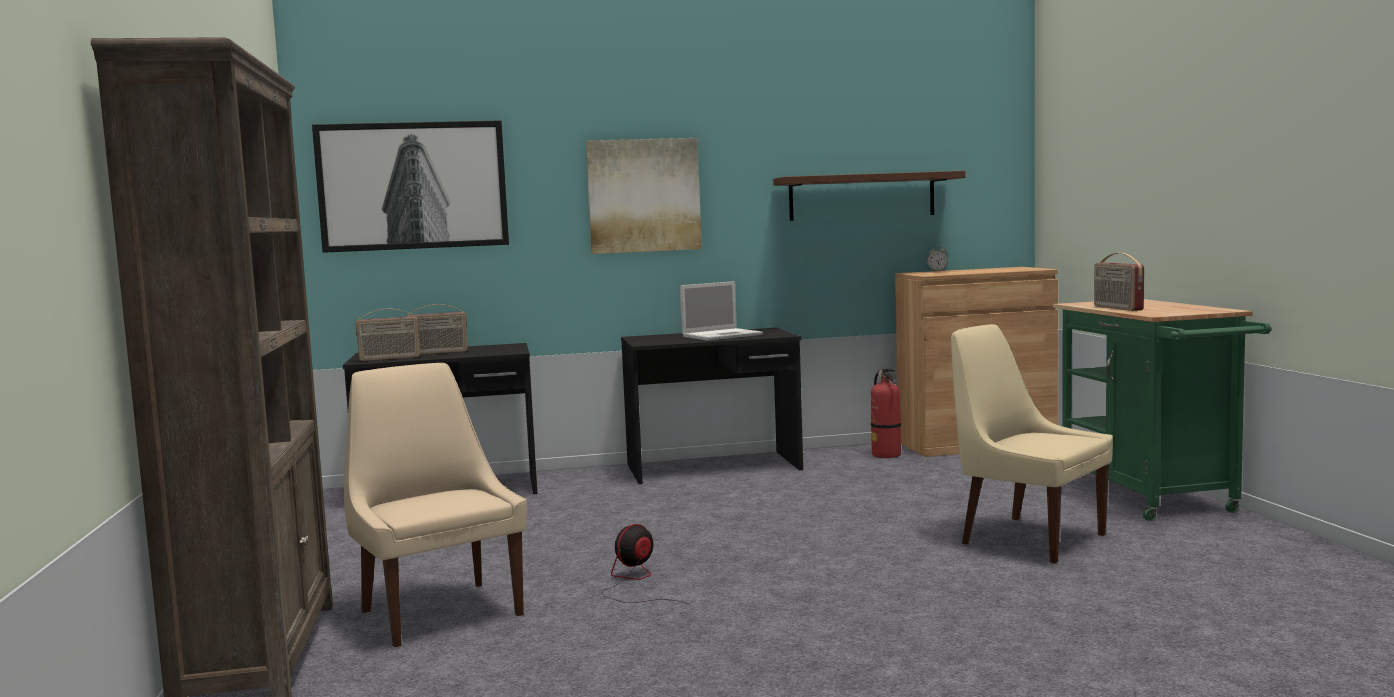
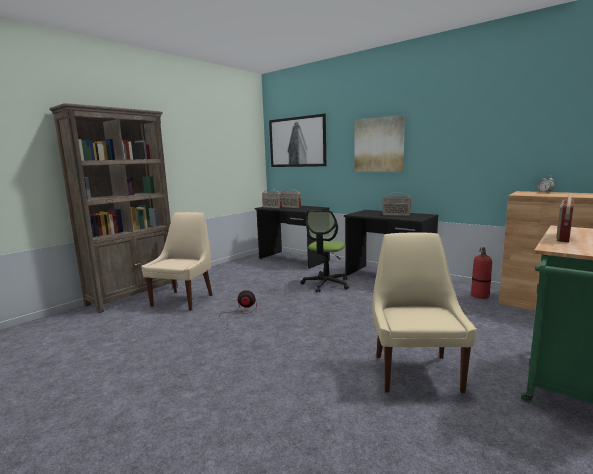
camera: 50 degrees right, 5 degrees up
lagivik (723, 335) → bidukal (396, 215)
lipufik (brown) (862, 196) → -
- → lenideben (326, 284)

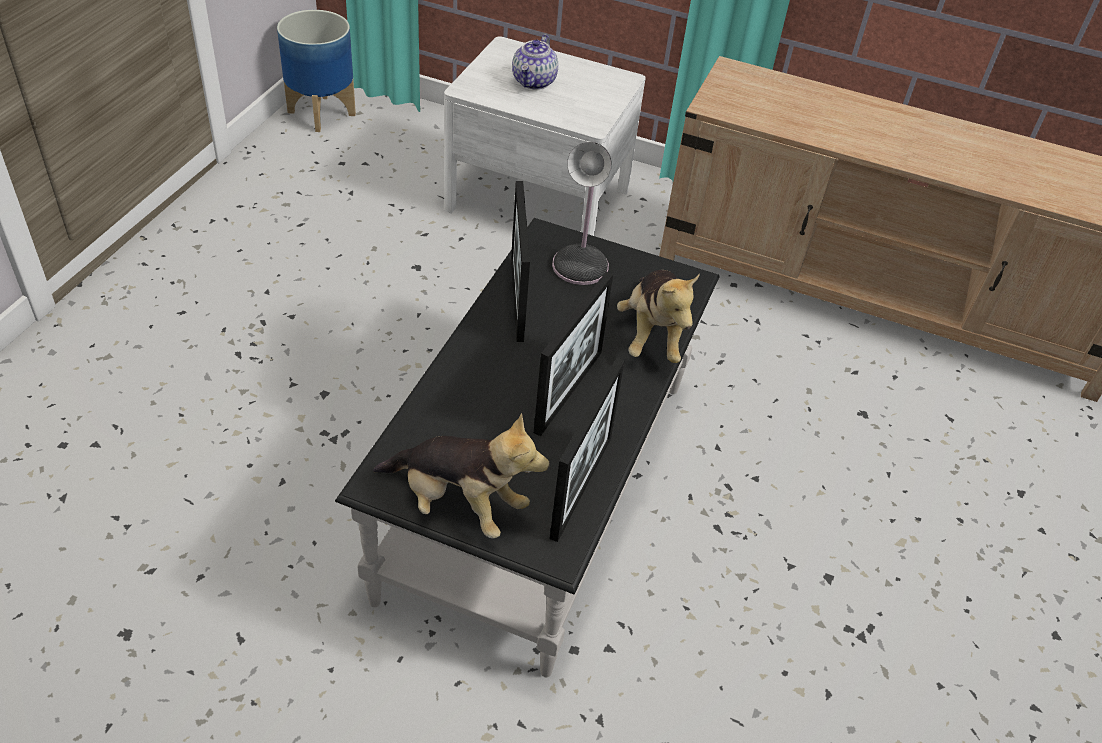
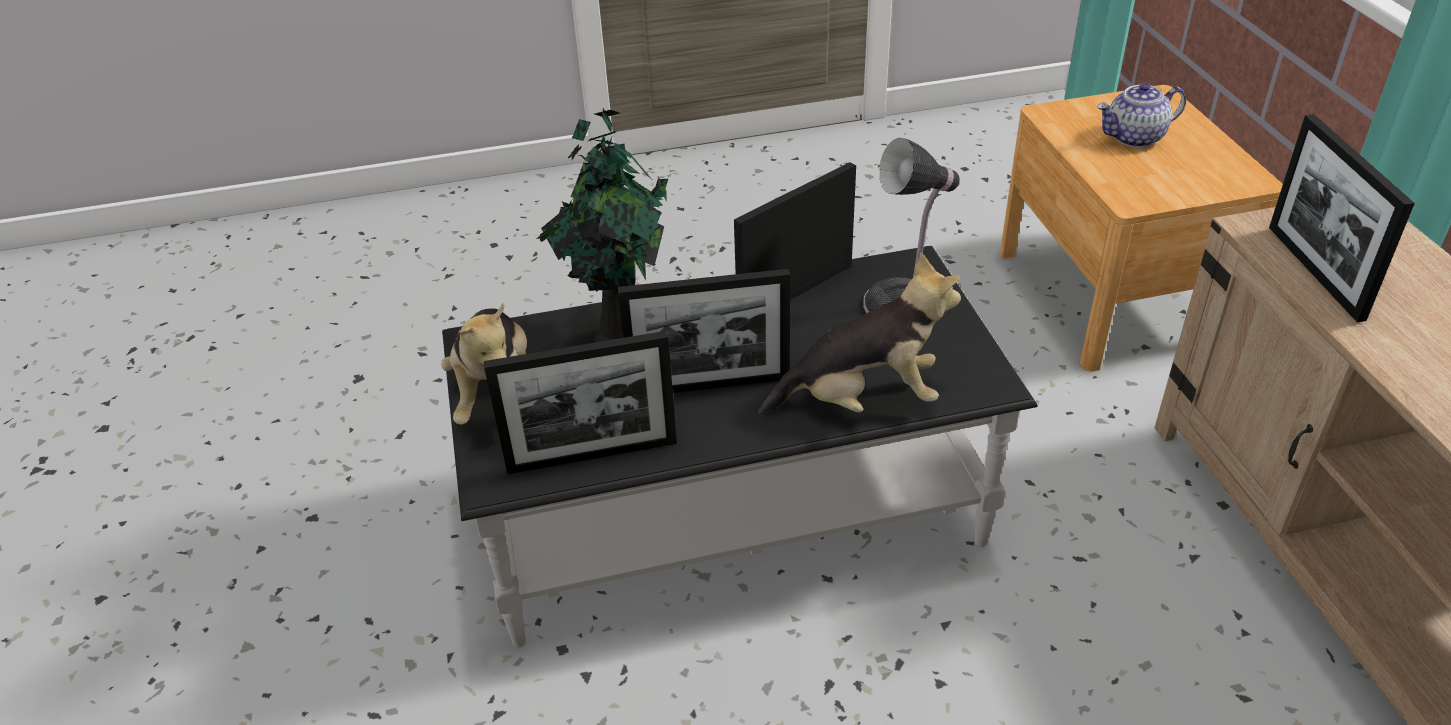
camera: 60 degrees right, 5 degrees down
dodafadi (320, 113) → -
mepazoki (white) (538, 199) → mepazoki (brown) (1112, 294)
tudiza (652, 335) → tudiza (863, 399), 150 degrees counterclockwise
- → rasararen (617, 332)
- → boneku (1315, 272)

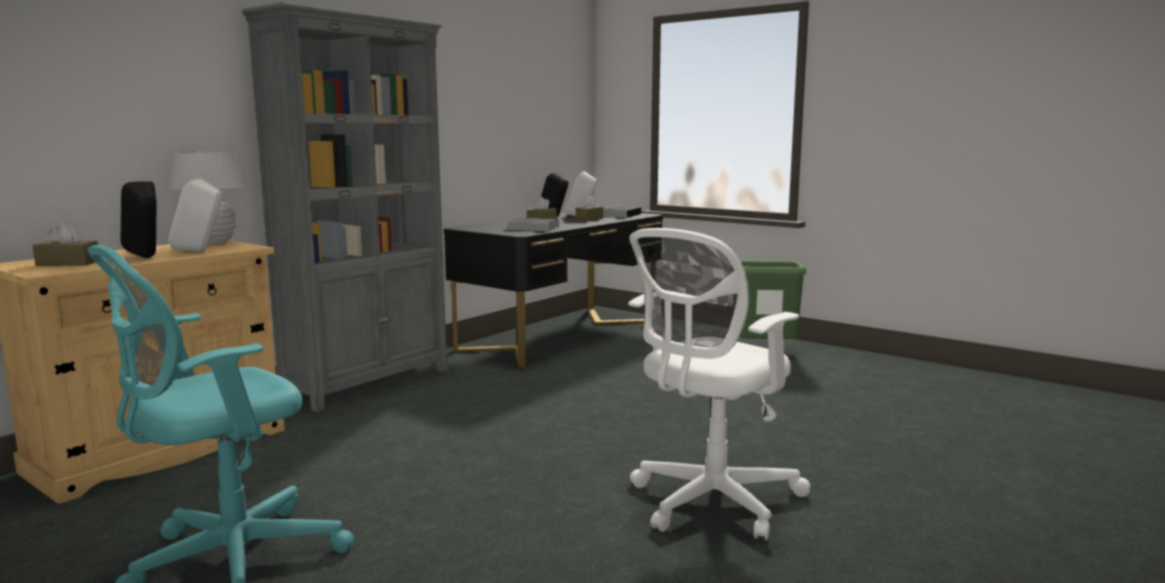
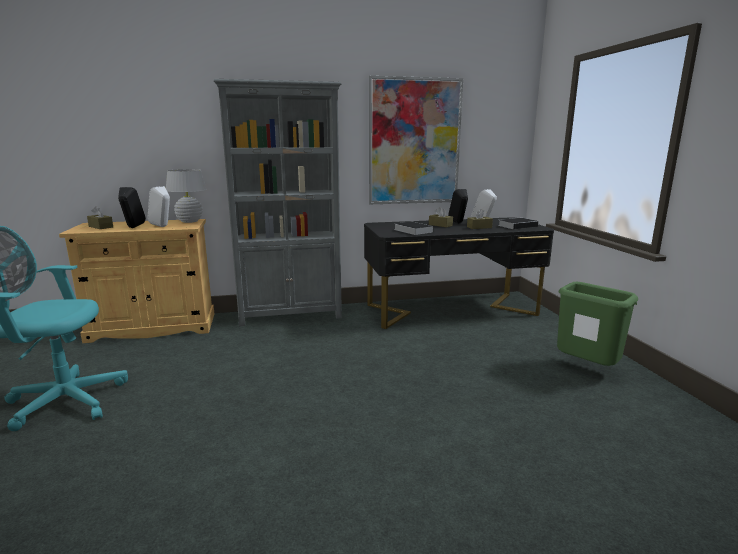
camera: 40 degrees right, 5 degrees up
lenideben (white) (709, 503) → -
- → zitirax (414, 142)

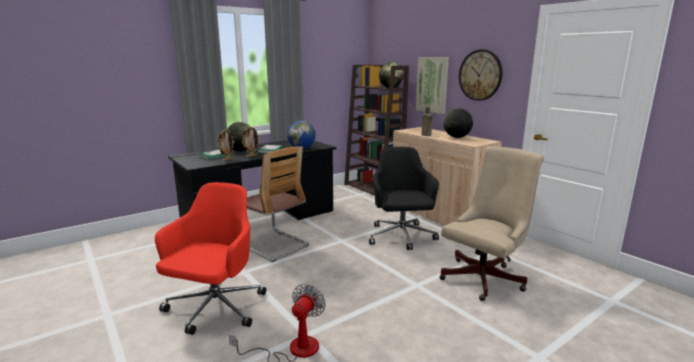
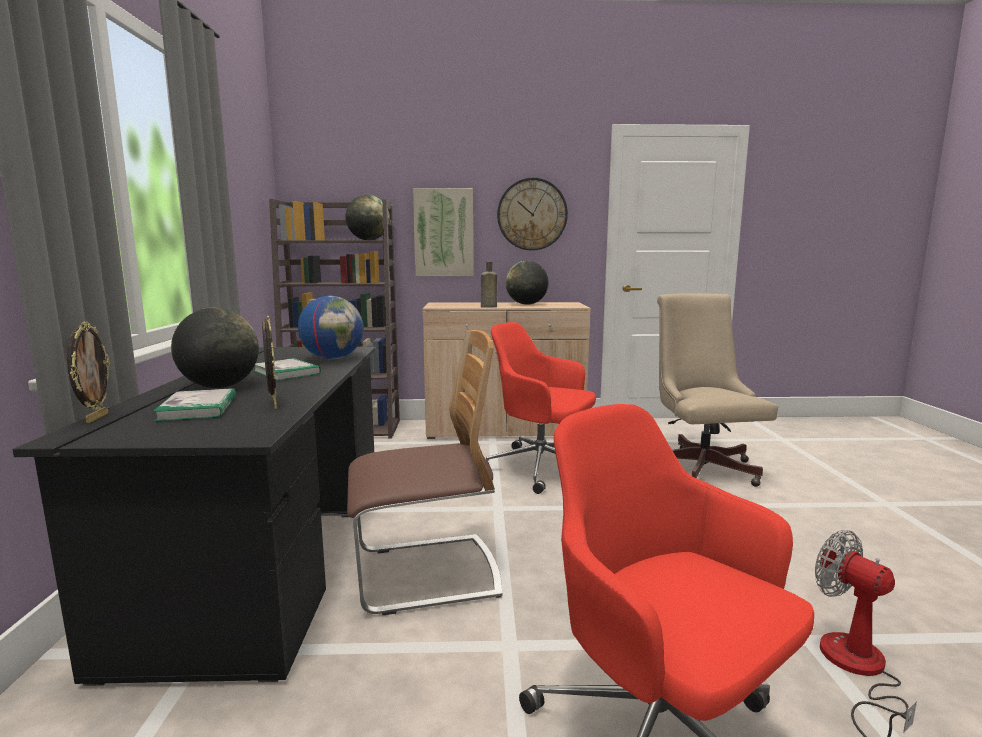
camera: 55 degrees left, 5 degrees down
boneku (251, 156) → boneku (96, 418), relocated
lenideben (black) (401, 237) → lenideben (red) (541, 468)

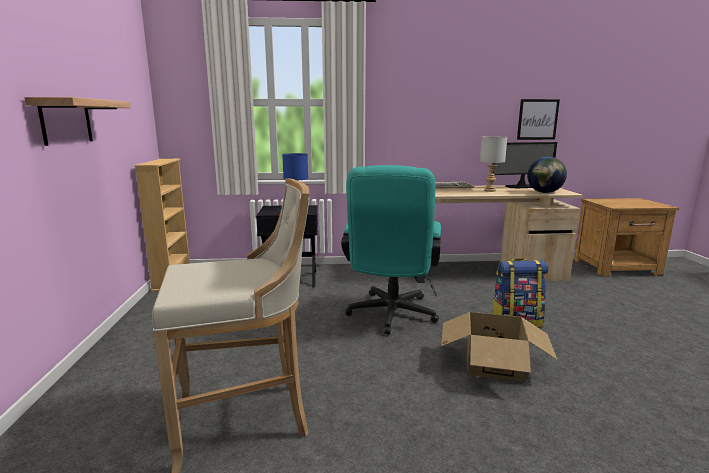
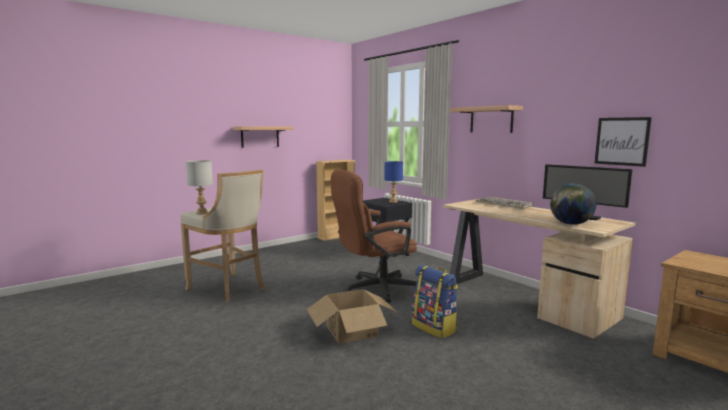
camera: 55 degrees right, 5 degrees down
lenideben (turquoise) (390, 316) → lenideben (brown) (374, 289)
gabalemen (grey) (489, 190) → gabalemen (grey) (201, 213), relocated
- → lipufik (491, 120)

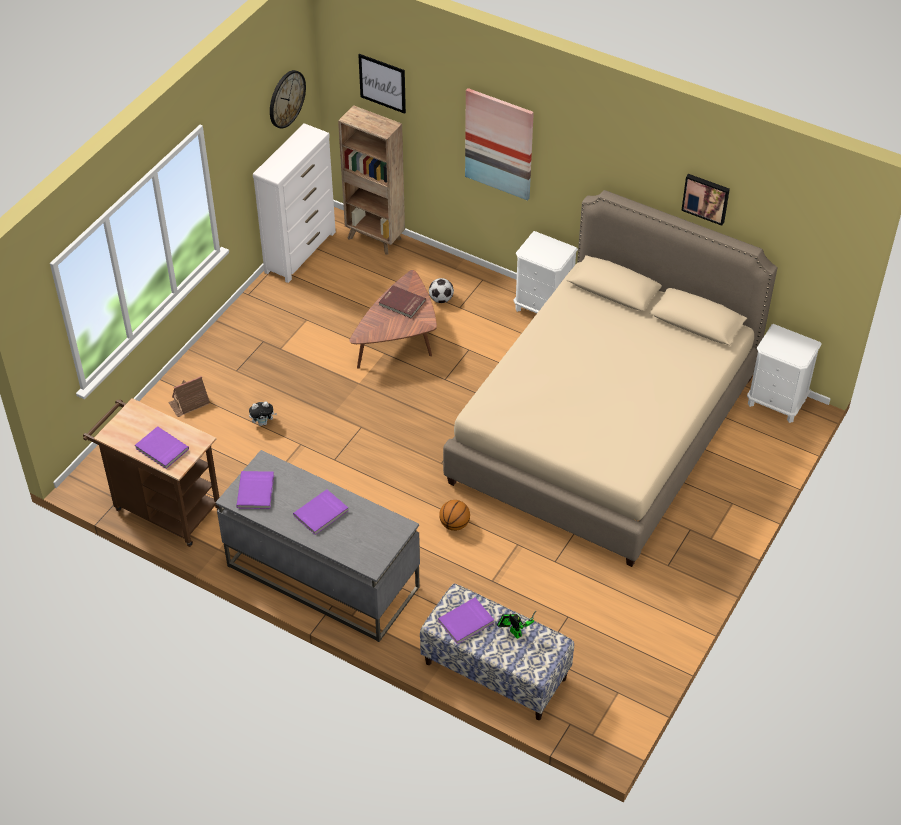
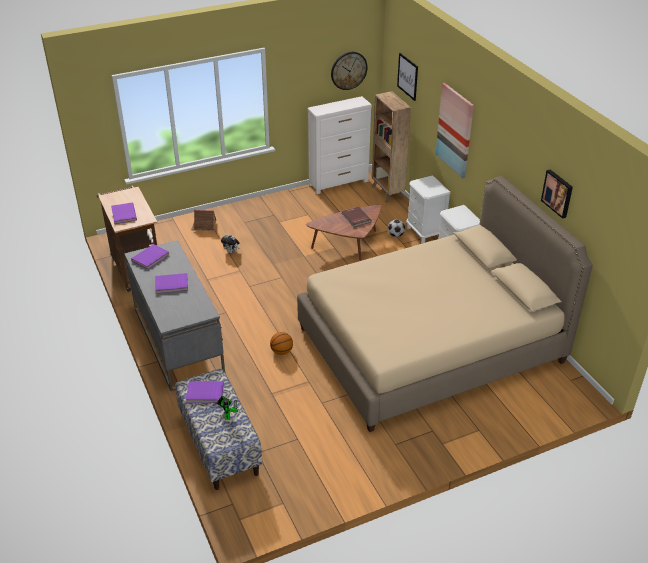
camera: 35 degrees right, 10 degrees down
mepazoki (white) (776, 402) → mepazoki (white) (425, 232), relocated

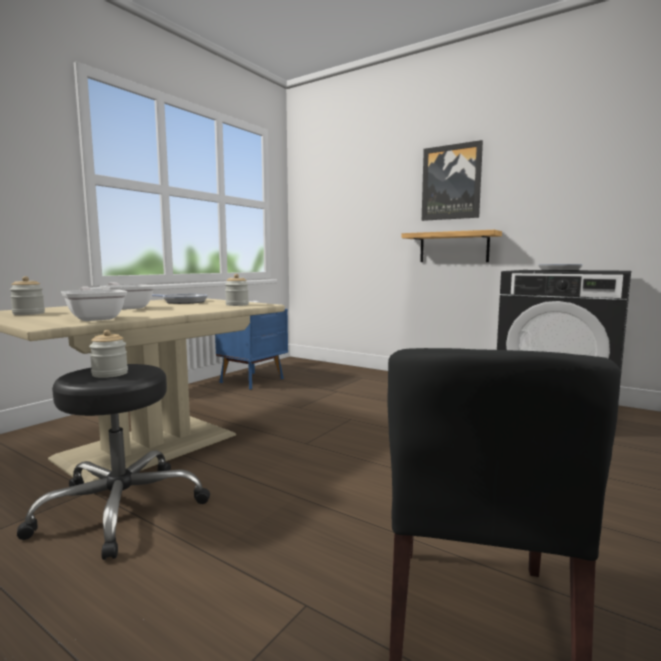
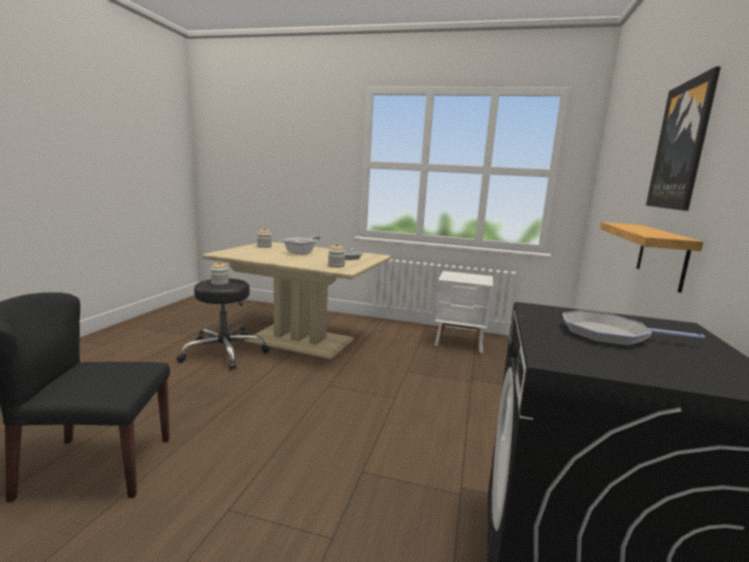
camera: 70 degrees right, 5 degrees up
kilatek (95, 318) → -
mepazoki (blue) (253, 380) → mepazoki (white) (460, 342)

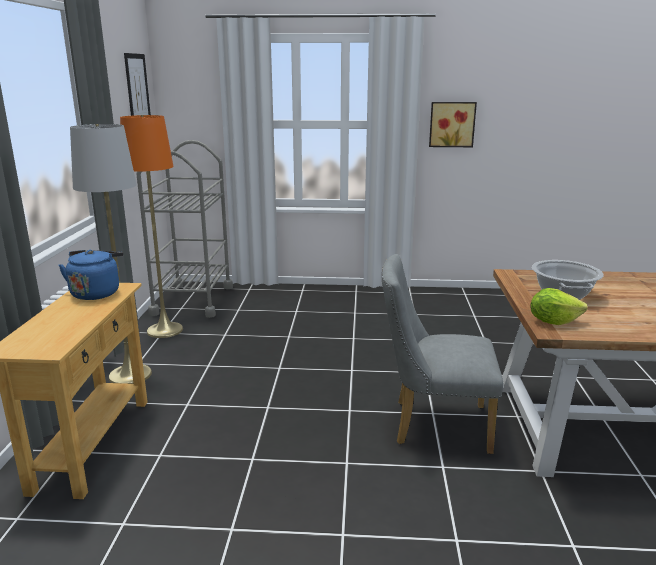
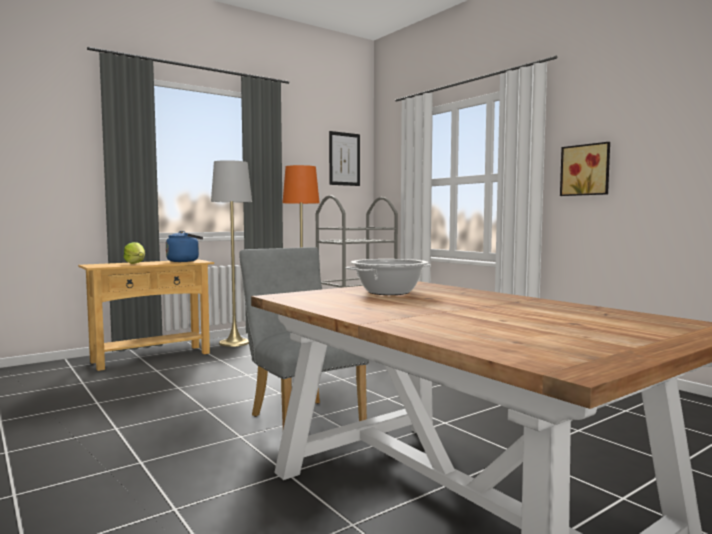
camera: 50 degrees right, 15 degrees down
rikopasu (553, 322) → rikopasu (135, 263), relocated

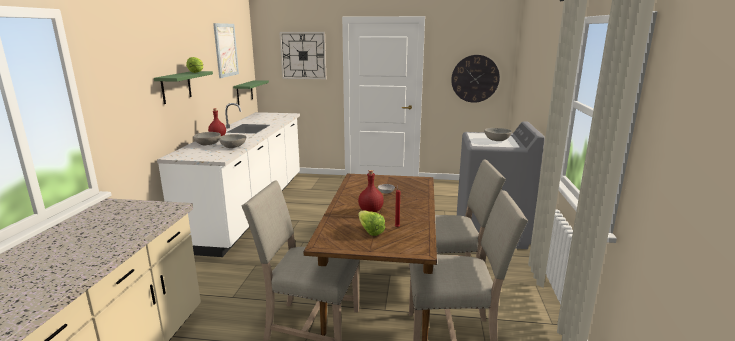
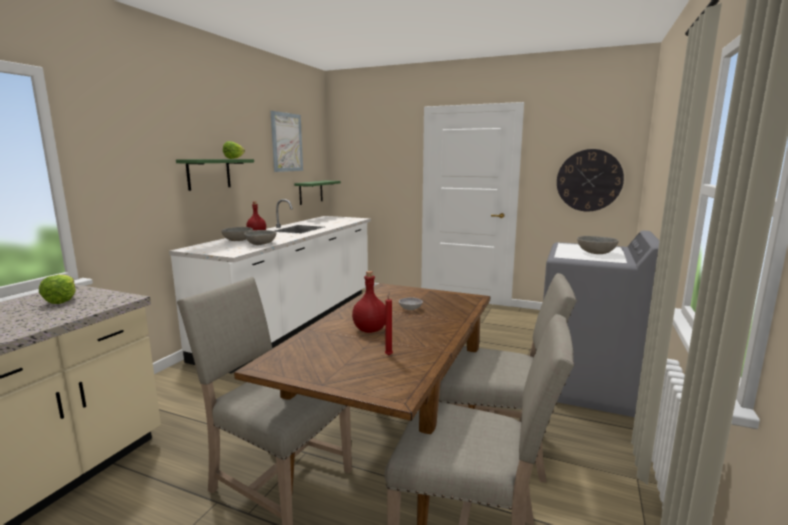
camera: 15 degrees right, 5 degrees down
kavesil (303, 55) → -
rikopasu (369, 230) → rikopasu (65, 299), relocated

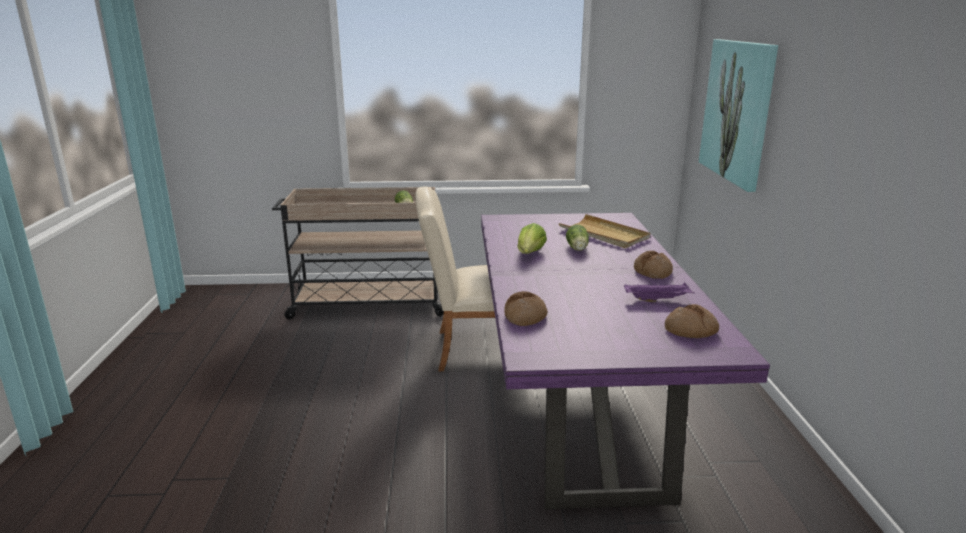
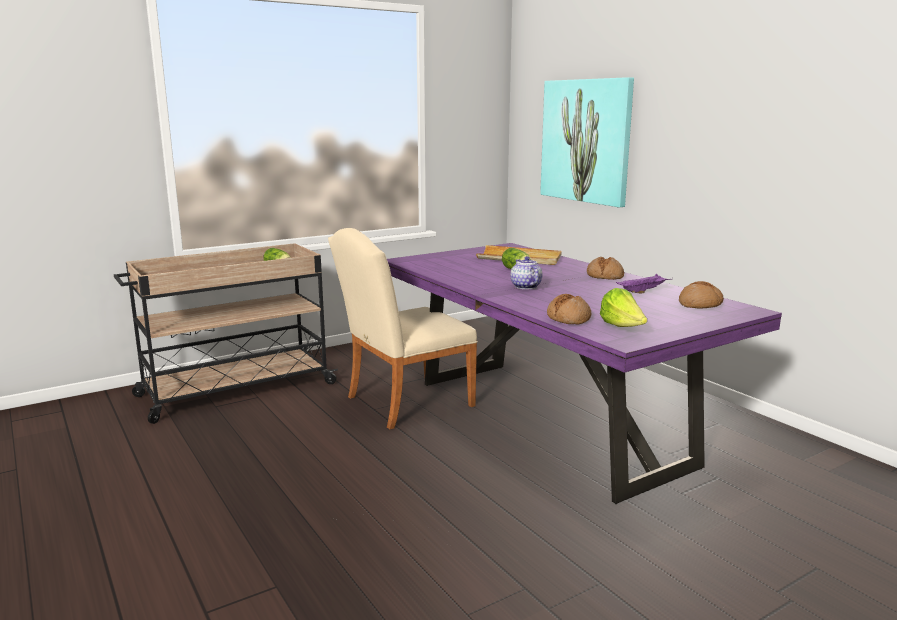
camera: 30 degrees left, 5 degrees down
rikopasu (530, 254) → rikopasu (623, 328), relocated
- → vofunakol (525, 286)

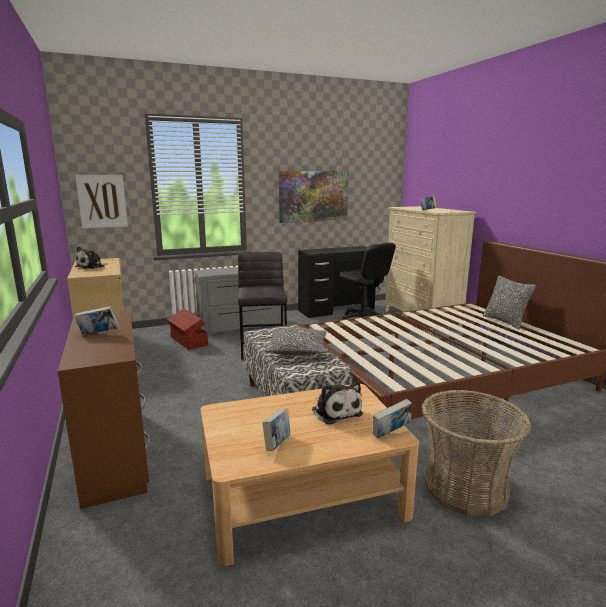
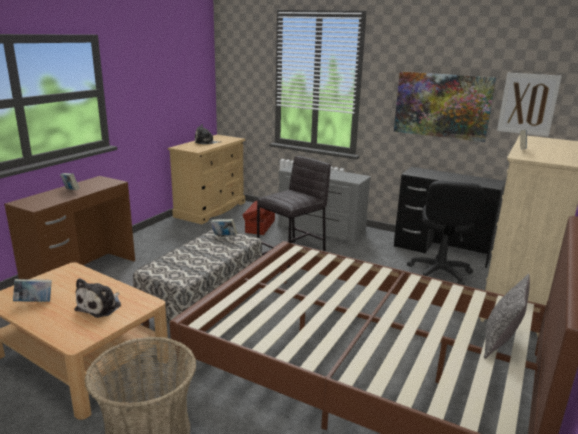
camera: 50 degrees right, 5 degrees up
zitirax (102, 201) → zitirax (528, 104), relocated
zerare (297, 350) → -
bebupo (391, 434) → bebupo (224, 236), relocated

